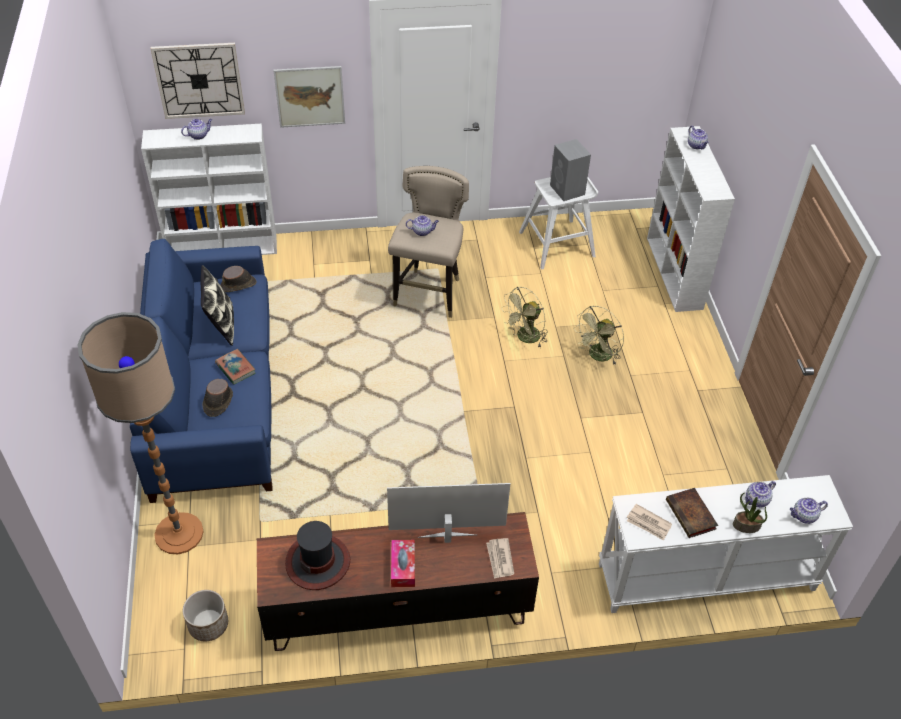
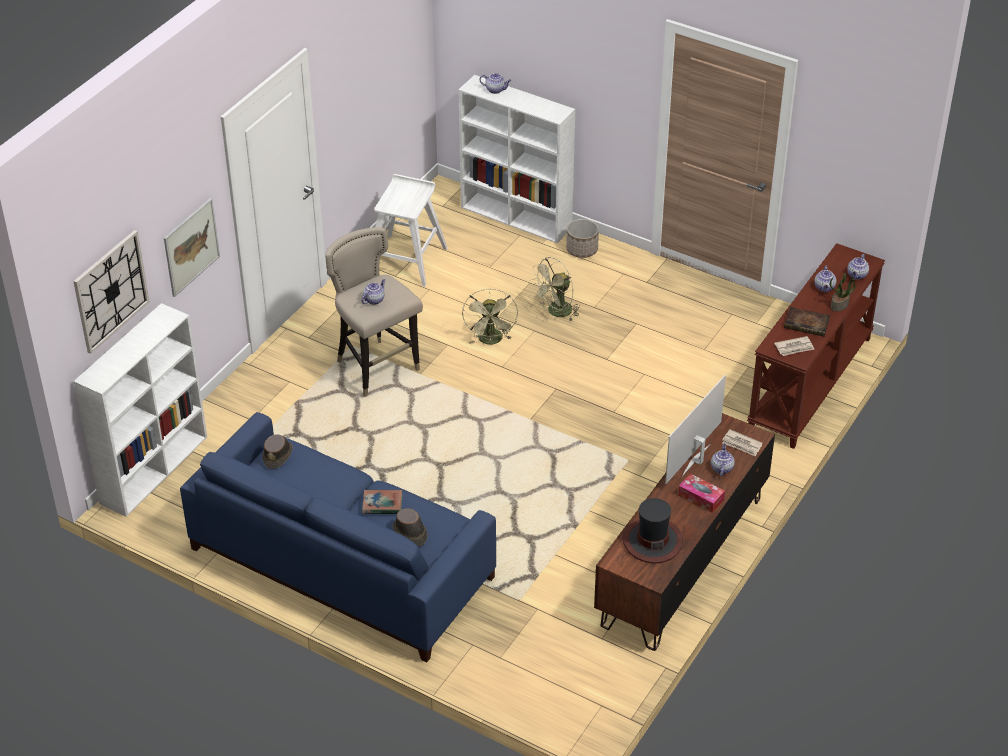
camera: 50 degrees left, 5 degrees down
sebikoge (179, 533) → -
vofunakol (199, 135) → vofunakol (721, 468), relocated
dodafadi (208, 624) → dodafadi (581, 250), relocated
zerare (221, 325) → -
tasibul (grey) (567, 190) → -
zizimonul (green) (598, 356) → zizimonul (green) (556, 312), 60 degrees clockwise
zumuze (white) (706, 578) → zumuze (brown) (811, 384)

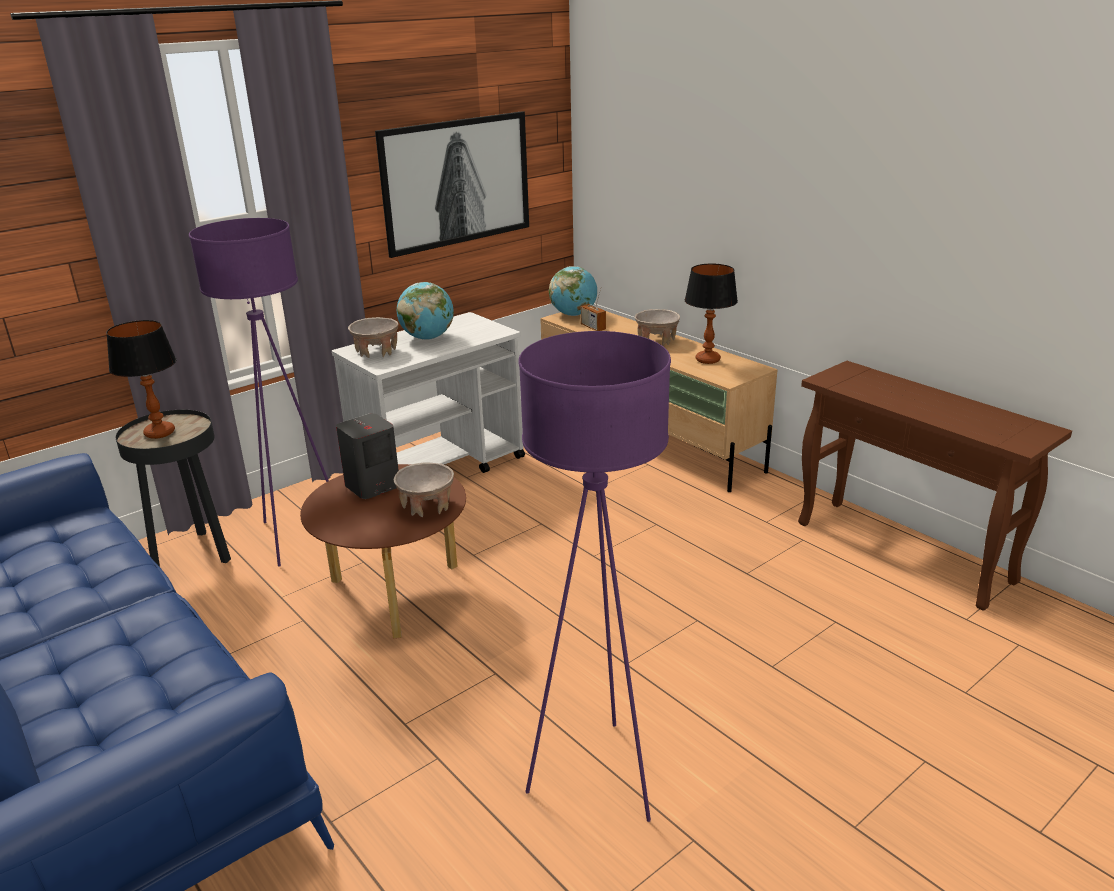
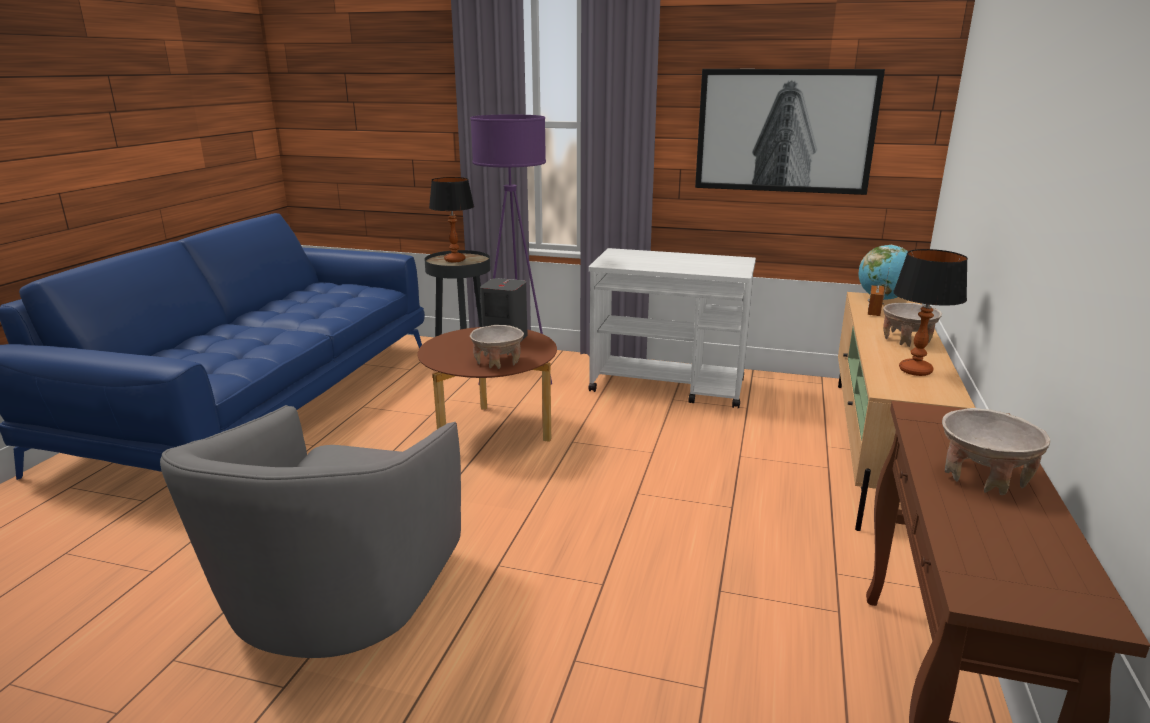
camera: 55 degrees right, 5 degrees down
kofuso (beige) (376, 352) → kofuso (beige) (983, 477), relocated
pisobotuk (427, 338) → -
sebikoge (purple) (597, 776) → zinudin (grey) (339, 601)

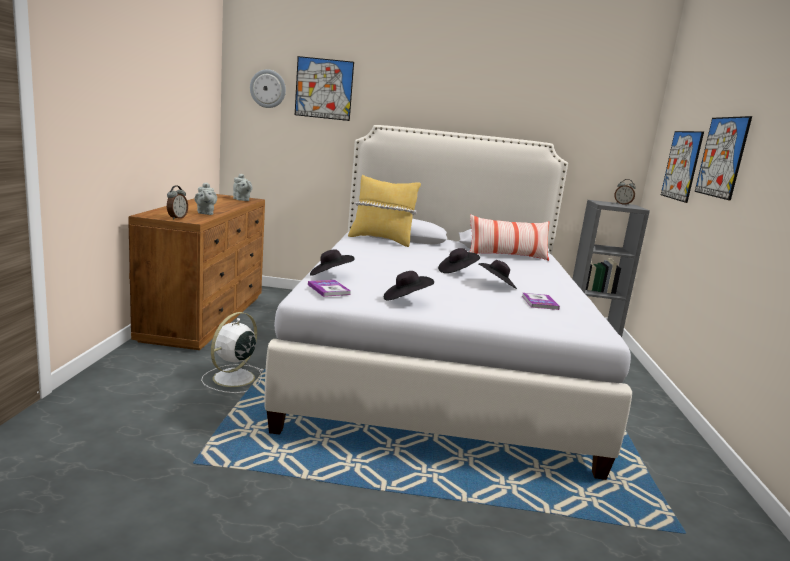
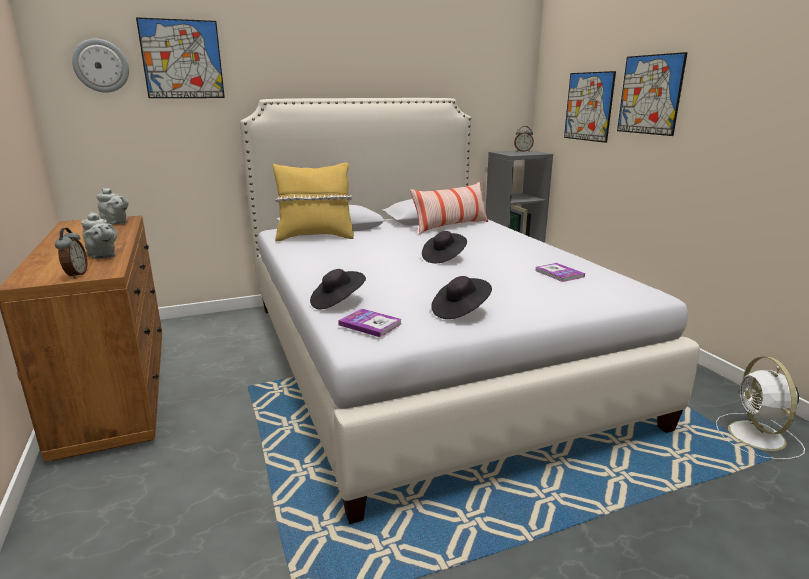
camera: 25 degrees left, 5 degrees up
zizimonul (white) (232, 379) → zizimonul (white) (758, 437), relocated
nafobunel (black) (496, 285) → -

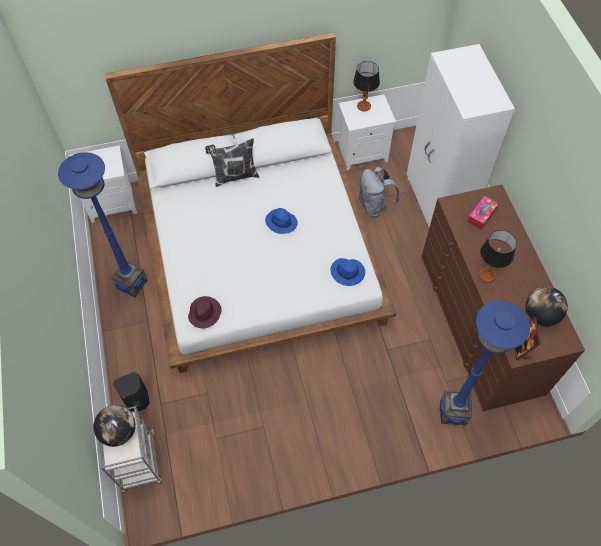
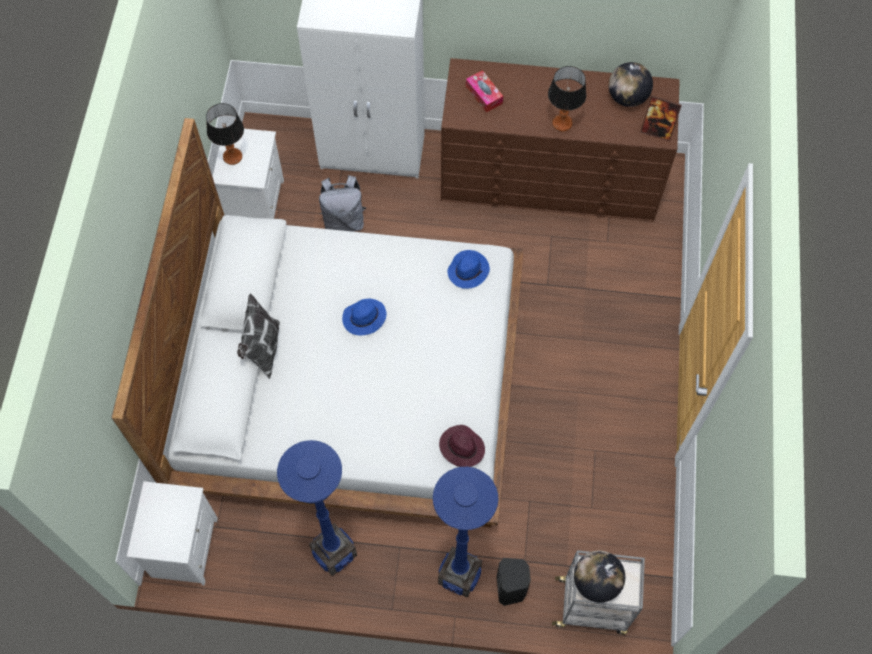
camera: 70 degrees left, 5 degrees up
sebikoge (blue) (453, 412) → sebikoge (blue) (459, 576), relocated

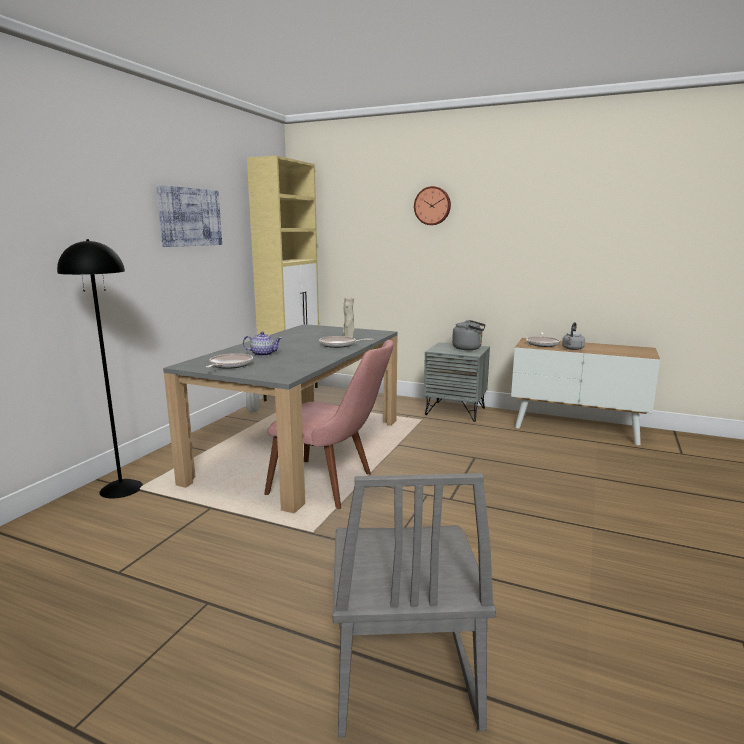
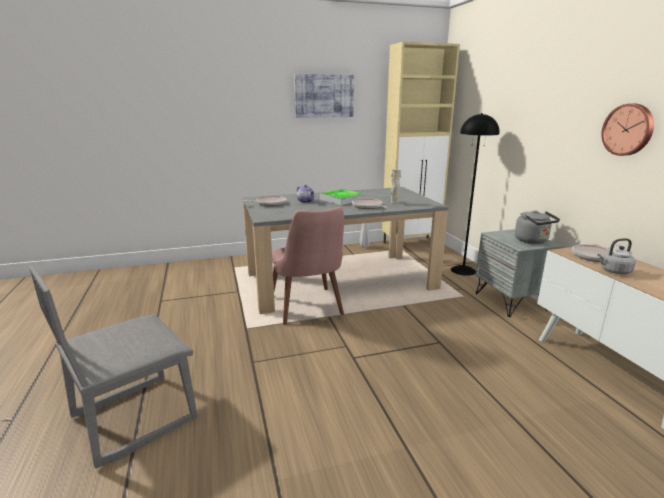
camera: 50 degrees right, 5 degrees up
sebikoge (black) (121, 488) → sebikoge (black) (463, 270), relocated
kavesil (432, 206) → kavesil (628, 129), relocated
- → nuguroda (342, 199)

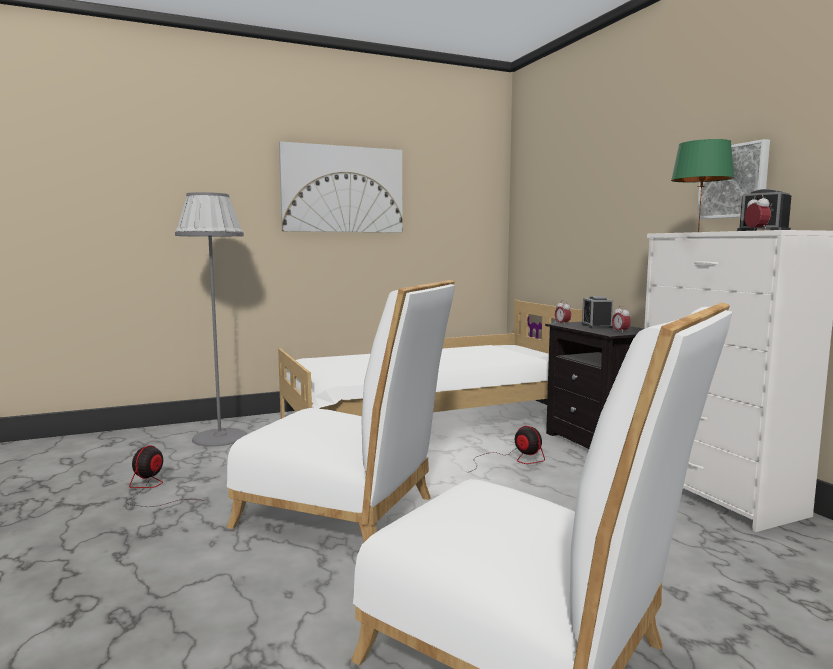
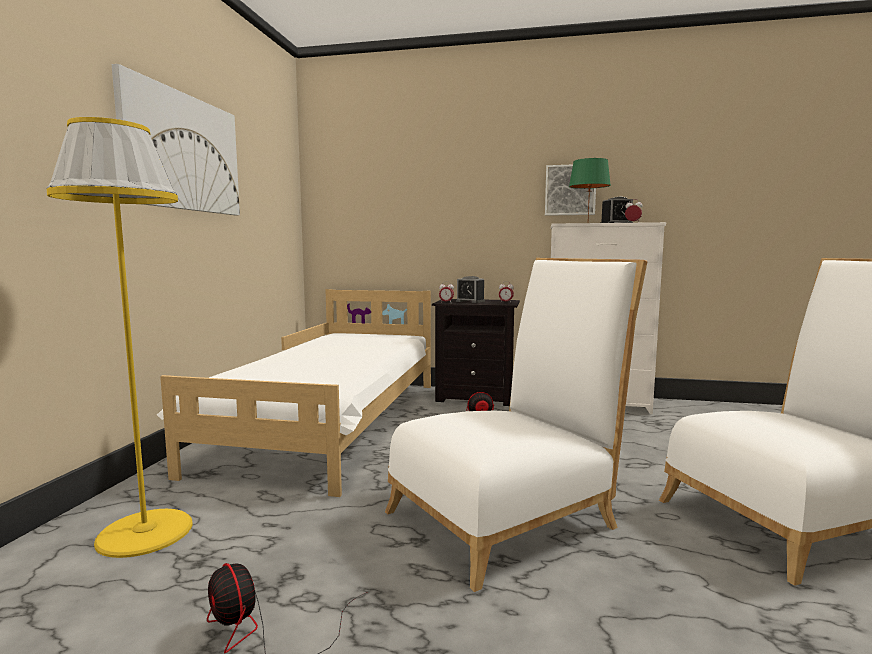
camera: 55 degrees left, 0 degrees up
sebikoge (grey) (220, 437) → sebikoge (yellow) (145, 532)

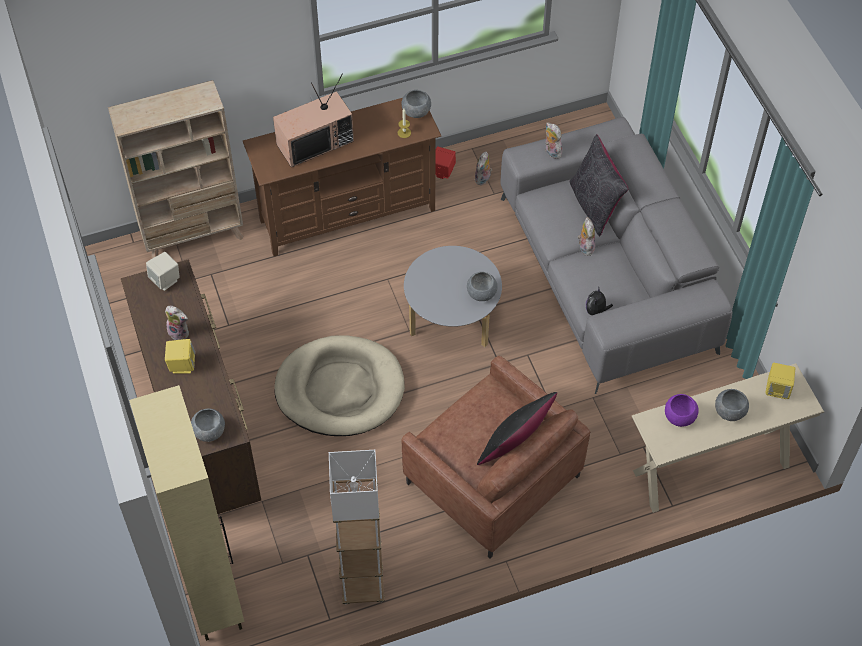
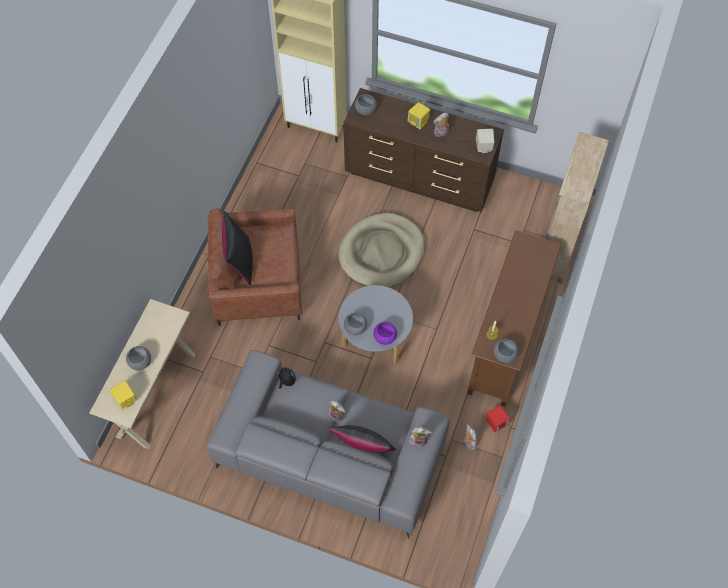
camera: 130 degrees right, 5 degrees up
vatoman (315, 141) → -
sebikoge (white) (362, 586) → -
kofuso (purple) (679, 416) → kofuso (purple) (385, 337), relocated

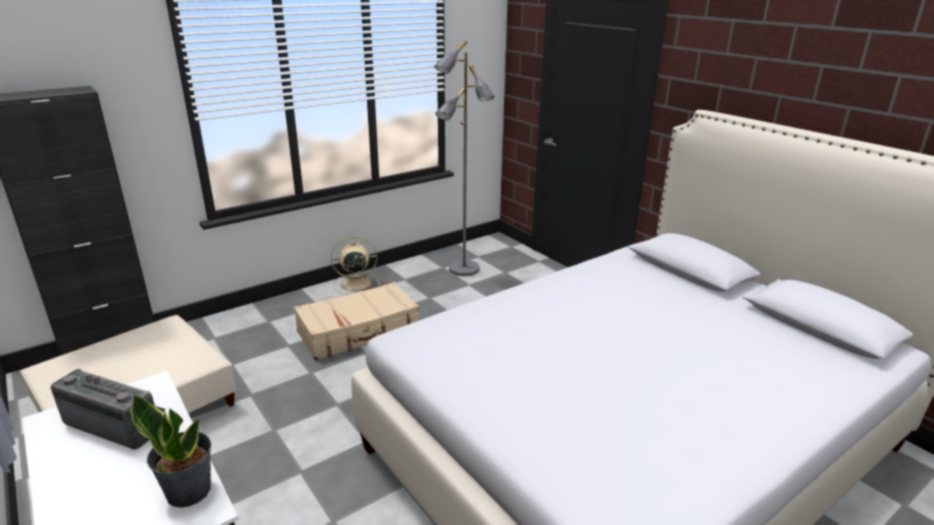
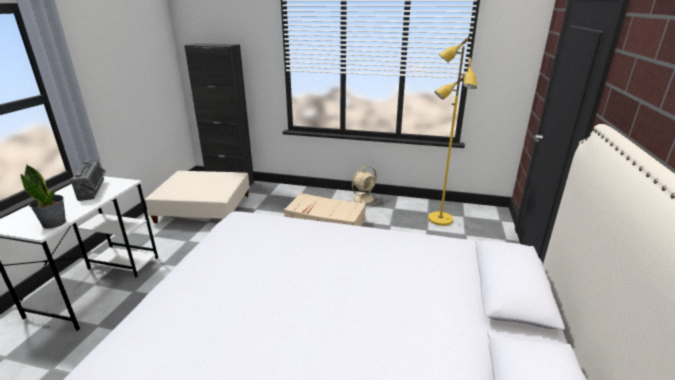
camera: 50 degrees right, 0 degrees up
zizimonul (beige) (354, 283) → zizimonul (beige) (364, 198), 105 degrees clockwise
sebikoge (grey) (463, 269) → sebikoge (yellow) (439, 219)

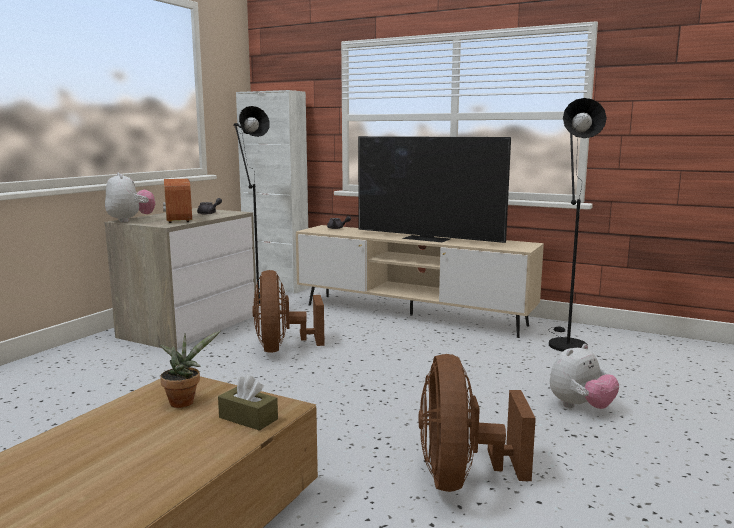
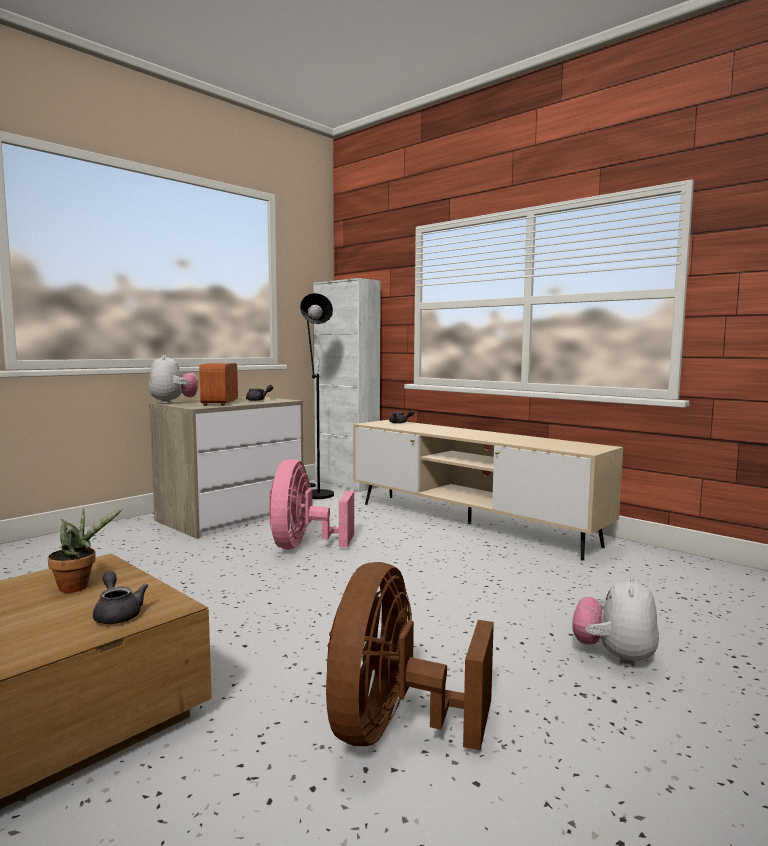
camera: 15 degrees right, 5 degrees down
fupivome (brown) (248, 418) → vofunakol (grey) (117, 614)
zizimonul (brown) (282, 348) → zizimonul (pink) (303, 546)
vatoman (427, 238) → -
sebikoge (black) (564, 343) → -
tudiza (580, 407) → tudiza (614, 657), 135 degrees clockwise

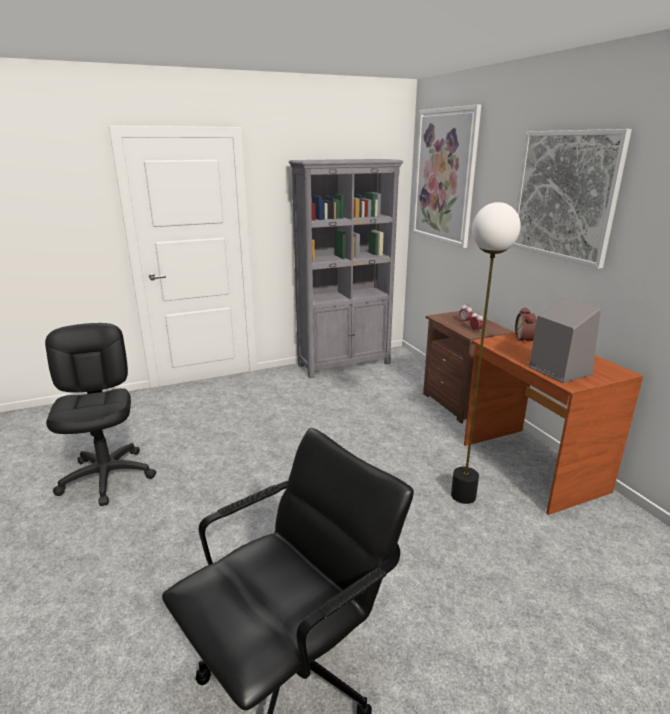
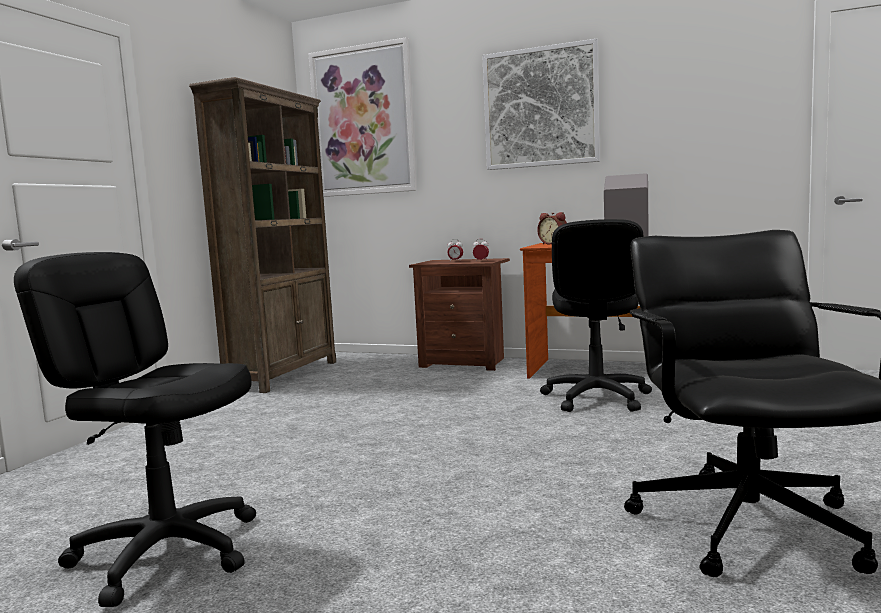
camera: 45 degrees left, 15 degrees down
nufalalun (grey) (345, 364) → nufalalun (brown) (284, 375)
sebikoge (462, 495) → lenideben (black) (596, 398)

